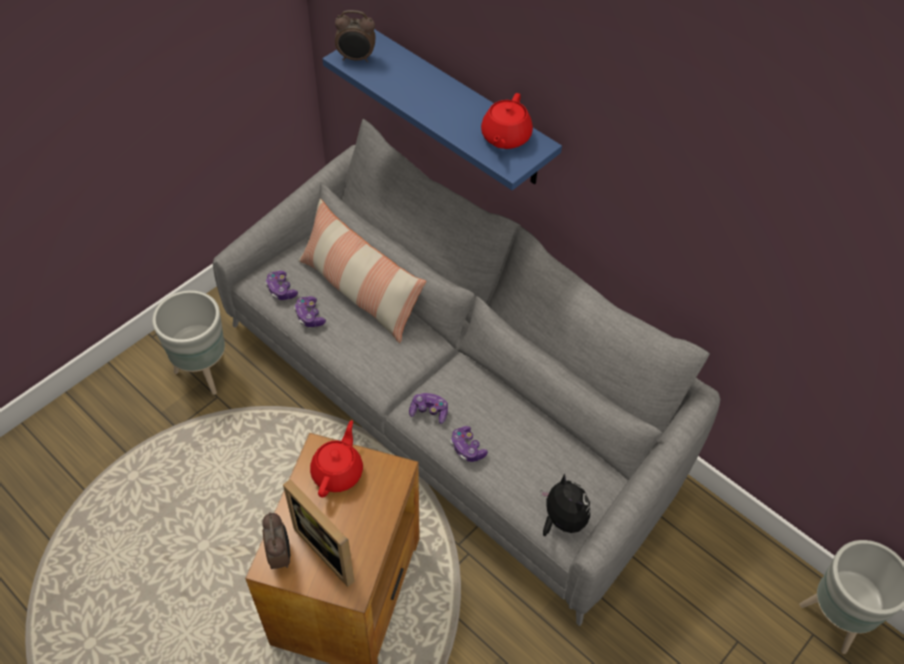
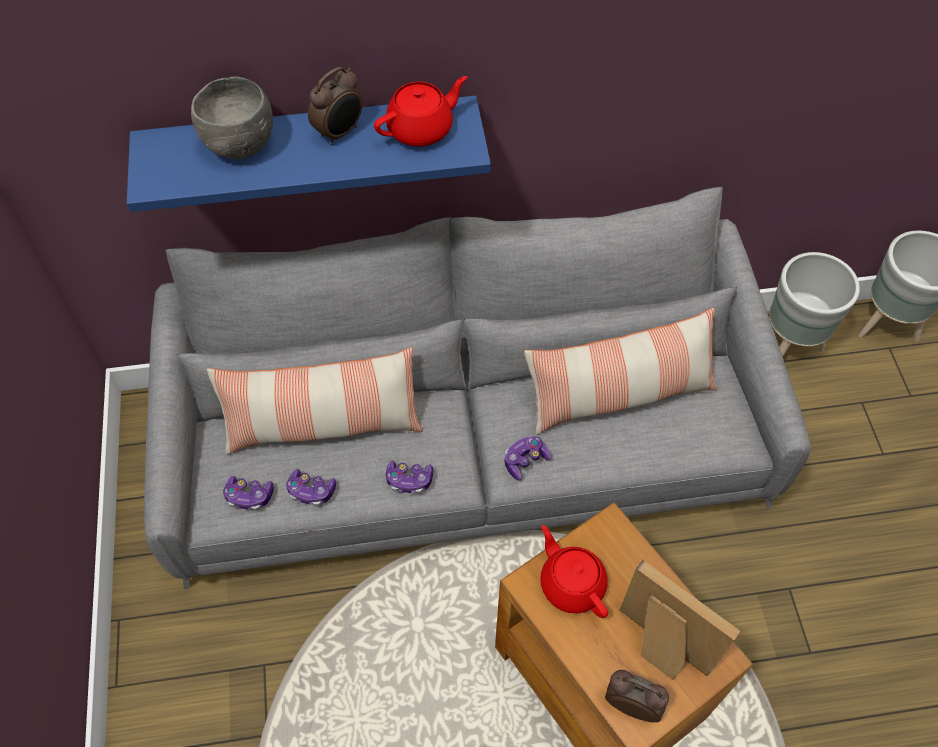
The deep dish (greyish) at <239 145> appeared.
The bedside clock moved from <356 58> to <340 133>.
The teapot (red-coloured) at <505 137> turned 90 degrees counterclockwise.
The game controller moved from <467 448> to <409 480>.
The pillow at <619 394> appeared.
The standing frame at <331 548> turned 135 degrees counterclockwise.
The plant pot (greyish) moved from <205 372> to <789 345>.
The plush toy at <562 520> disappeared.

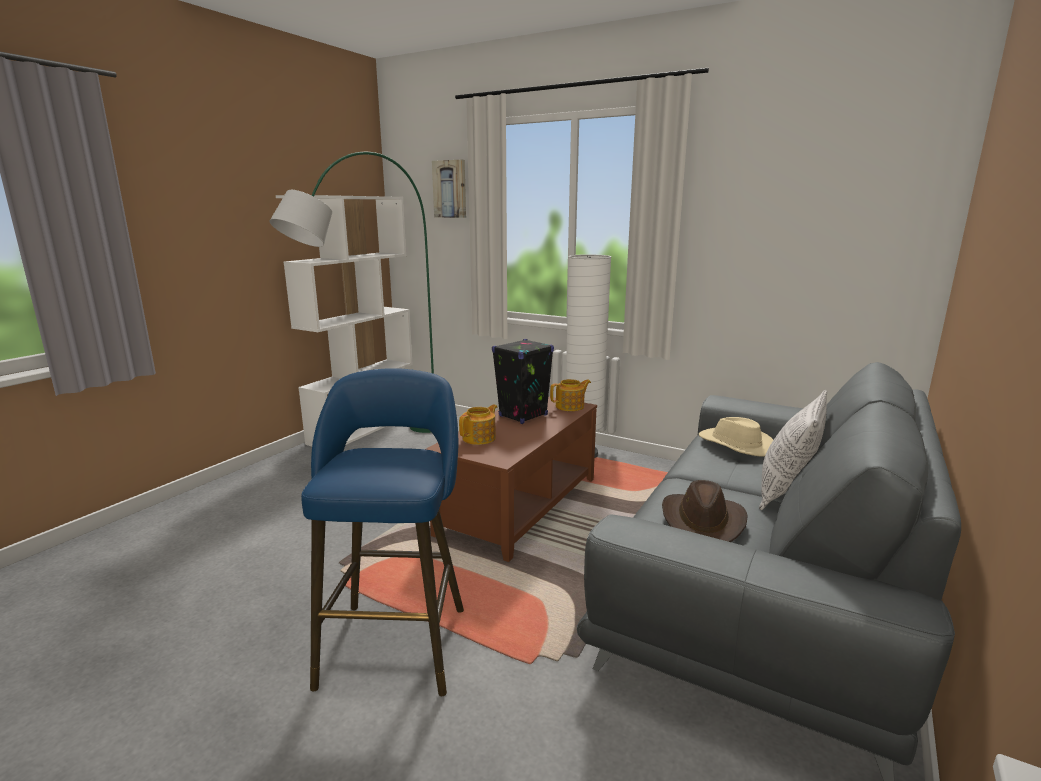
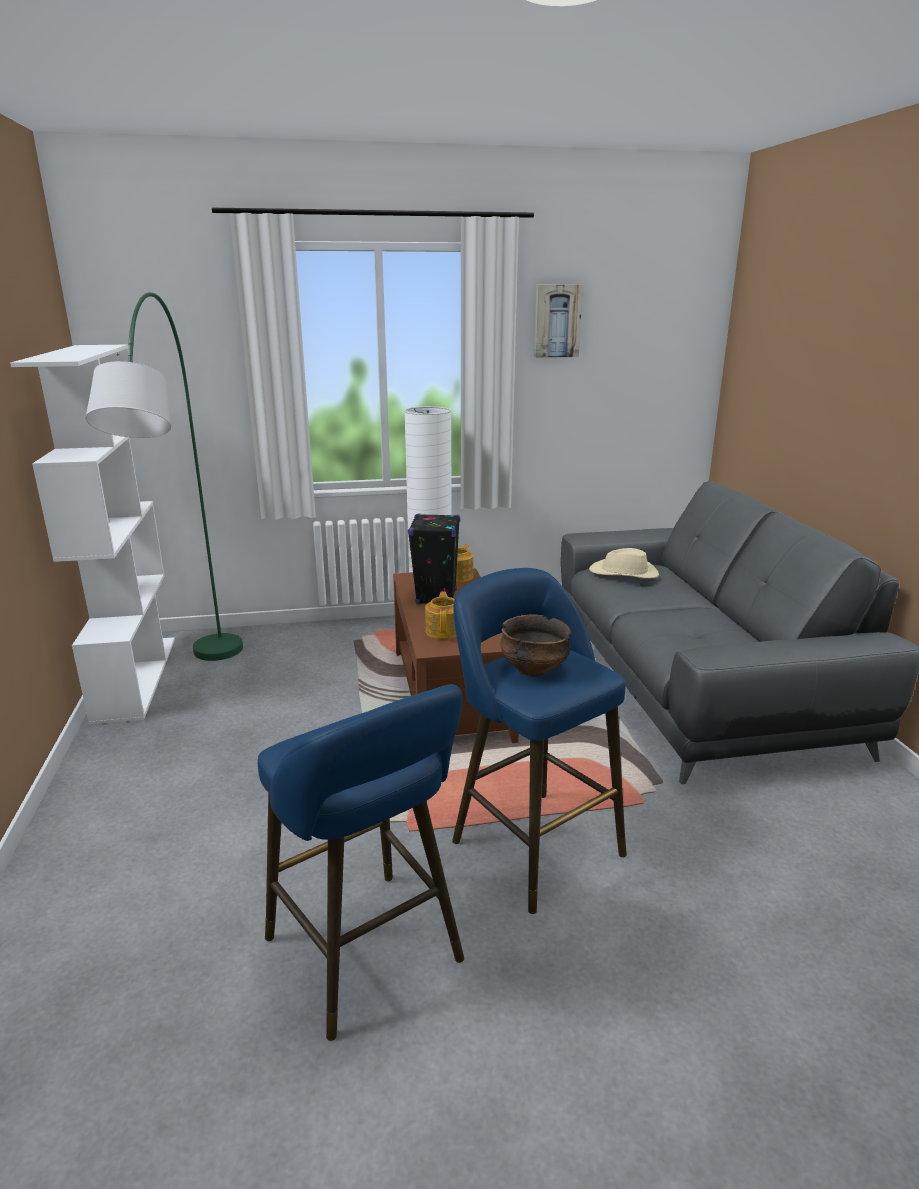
The stool (bluish) at <369 956> appeared.
The deep dish at <533 669> appeared.
The wall picture moved from <450 189> to <557 321>.
The clothing hat (brown-coloured) at <703 522> disappeared.
The pillow at <785 493> disappeared.

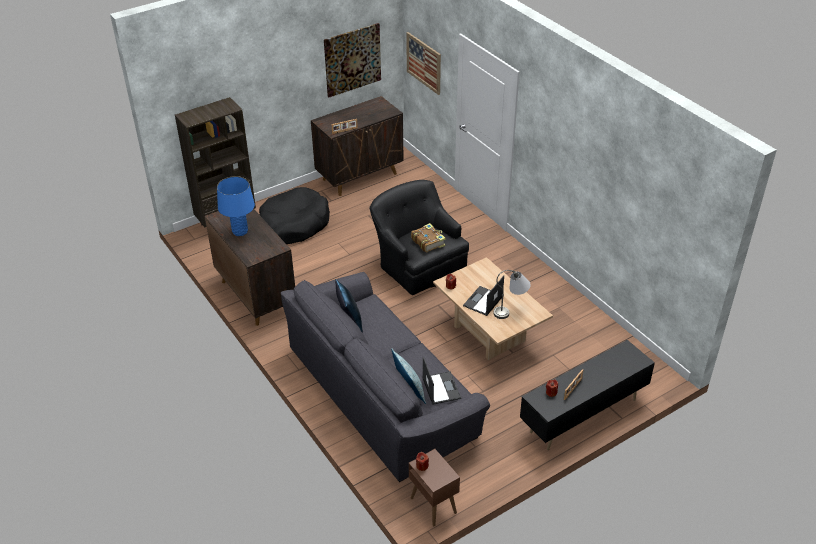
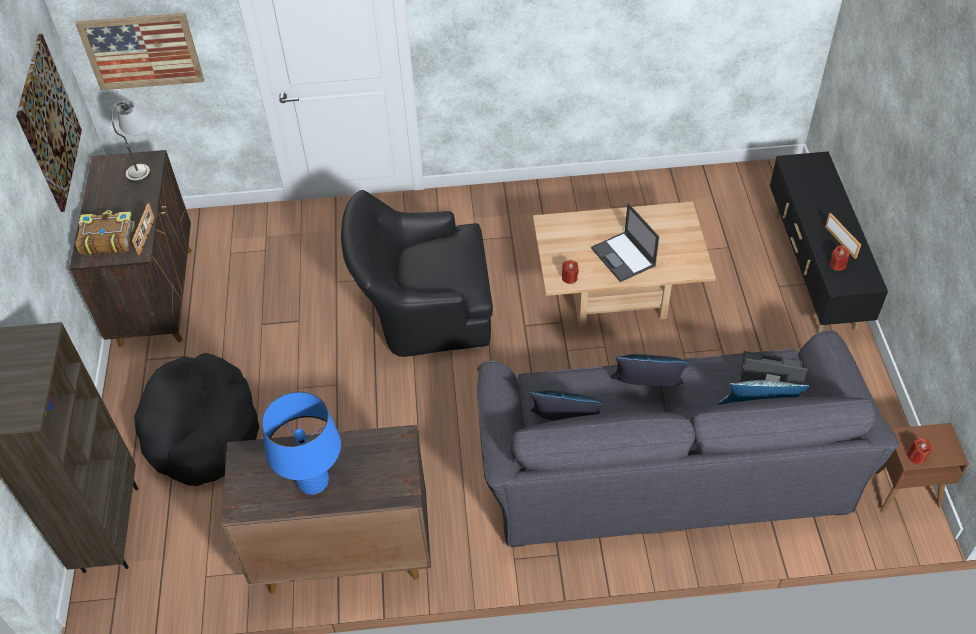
The bound book moved from <428 242> to <107 239>.
The tabletop lamp (greyish) moved from <511 311> to <144 163>.
The pillow (bluish) at <646 390> appeared.

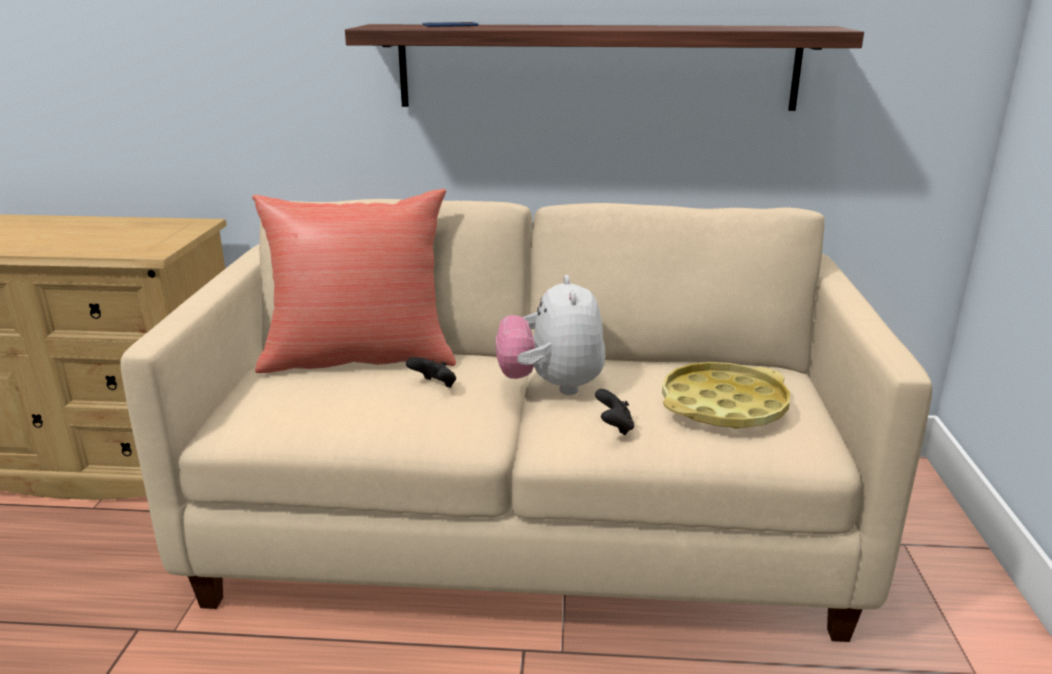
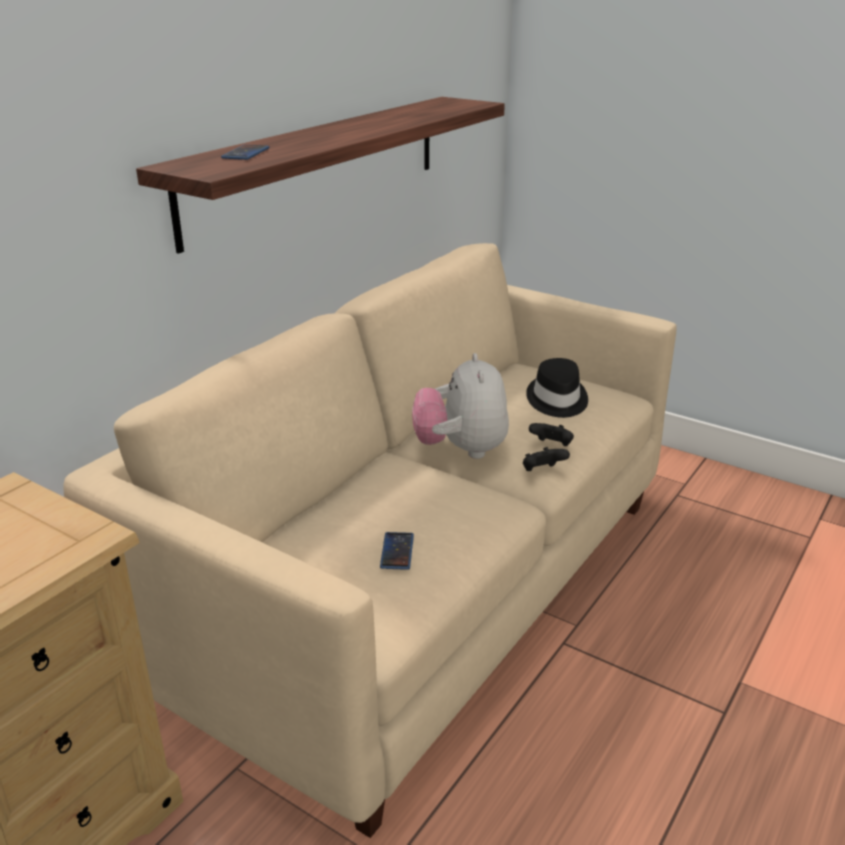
The telephone at <397 551> appeared.
The plush toy at <551 386> turned 60 degrees clockwise.
The game controller (blackish) moved from <434 386> to <542 471>.
The serving tray (yellow) at <723 405> was replaced by the clothing hat (blackish) at <556 400>.
The pillow (red-coloured) at <359 358> disappeared.

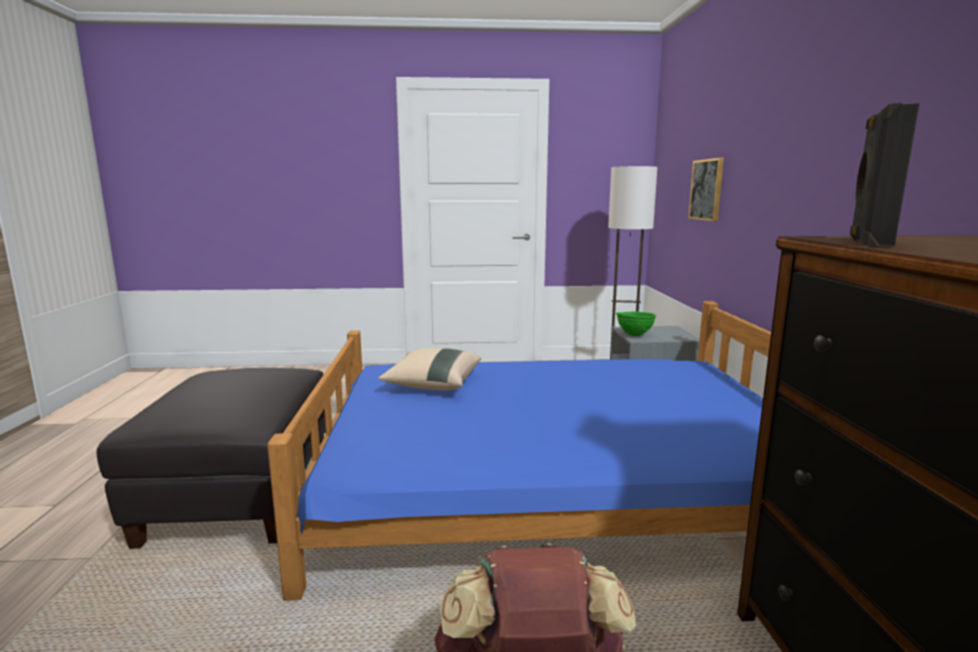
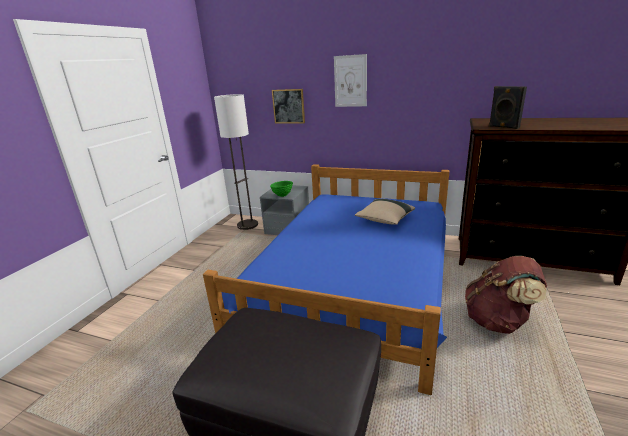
The wall picture at <350 81> appeared.
The pillow (beige) moved from <432 384> to <384 220>.

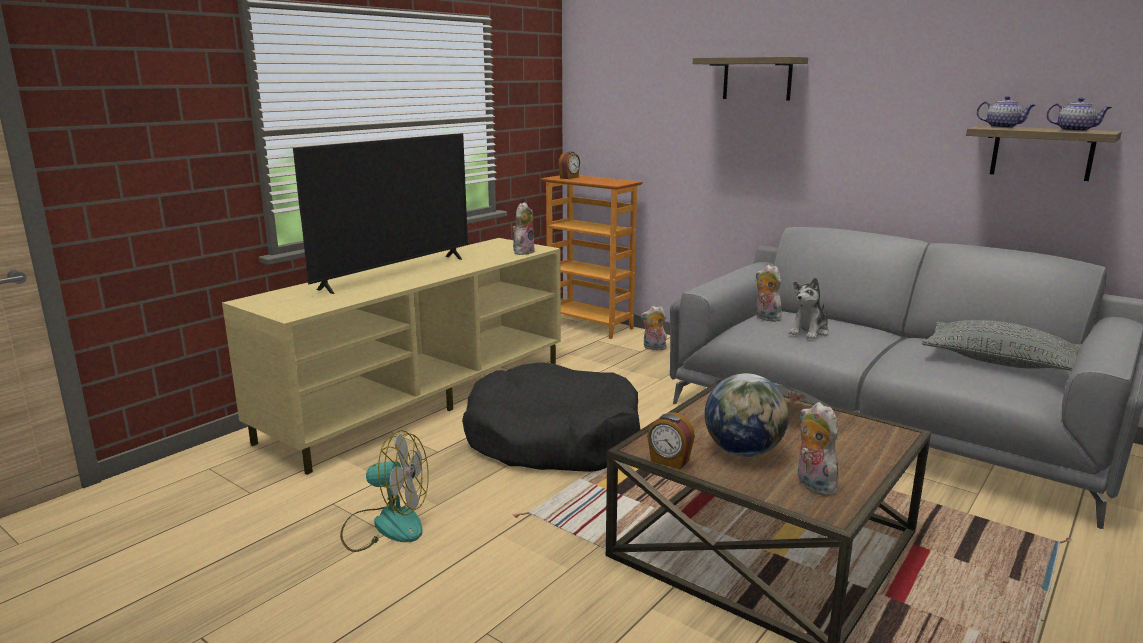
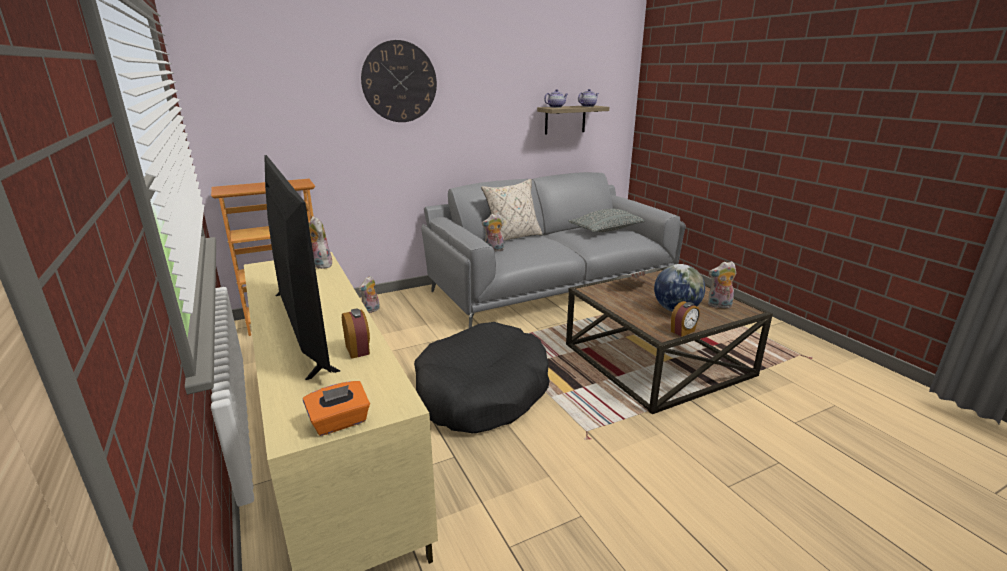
The box of tissues (orange) at <340 422> appeared.
The bedside clock moved from <569 177> to <358 350>.
The wall shelf at <757 78> was replaced by the clock on the wall at <399 82>.
The pillow (beige) at <512 237> appeared.
The fan at <386 525> disappeared.
The plush toy at <809 332> disappeared.

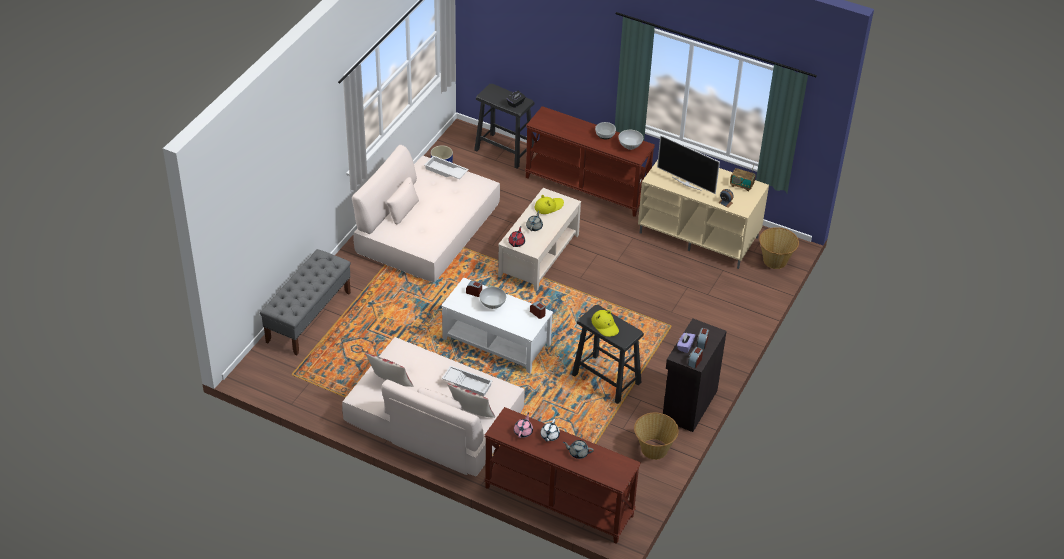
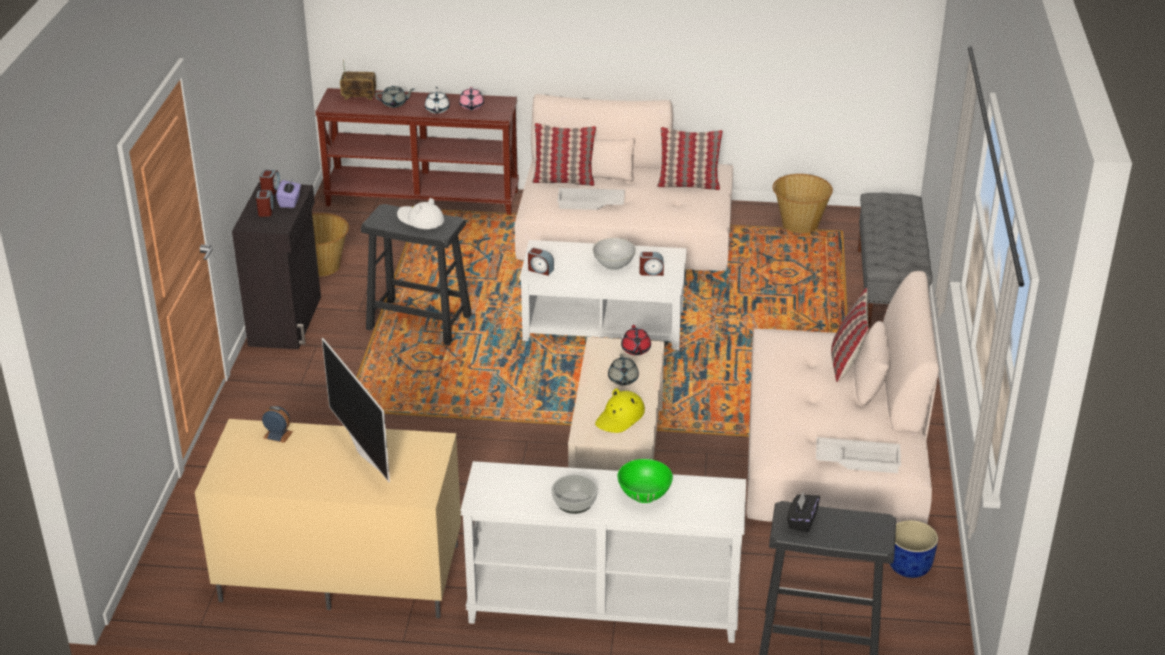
The TV at <687 183> turned 135 degrees counterclockwise.
The radio receiver moved from <741 186> to <359 96>.
The clothing hat (yellow) at <605 325> became the clothing hat (white) at <420 220>.
The console table (brown-coloured) at <587 187> became the console table (white) at <602 609>.
The deep dish (green) at <644 494> appeared.
The storage basket moved from <775 261> to <799 224>.
The pillow at <846 362> appeared.
The deep dish (white) at <630 145> disappeared.

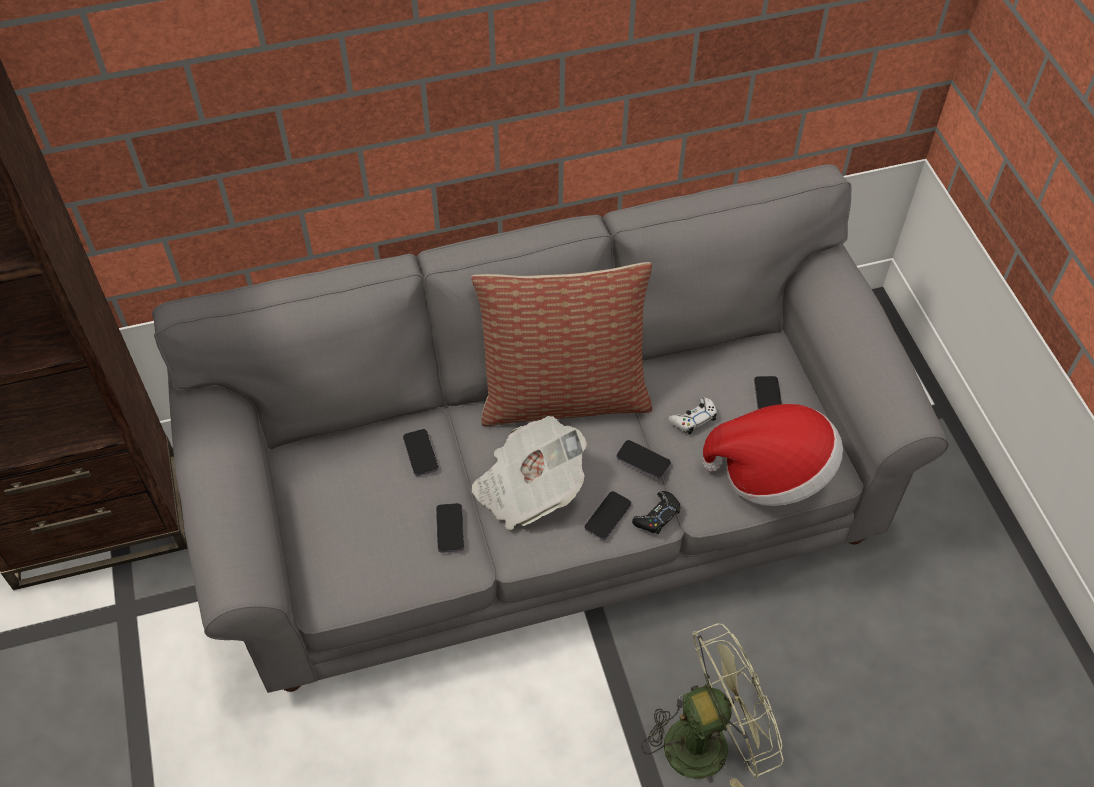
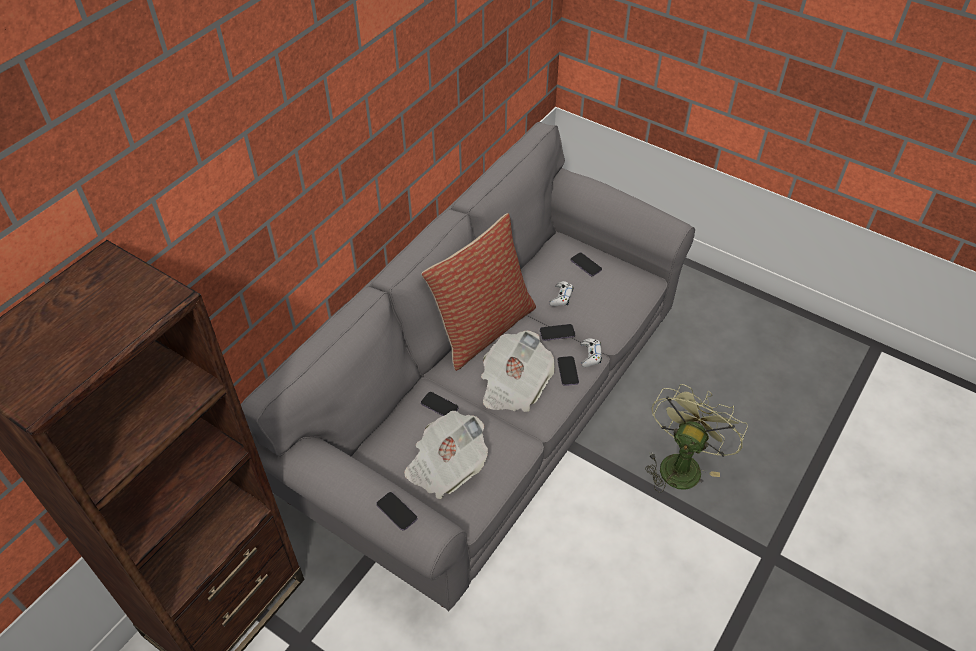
The telephone moved from <450 529> to <396 512>.
The daily paper at <445 466> appeared.
The game controller (blackish) at <657 516> became the game controller (white) at <590 355>.
The clothing hat at <771 472> disappeared.

